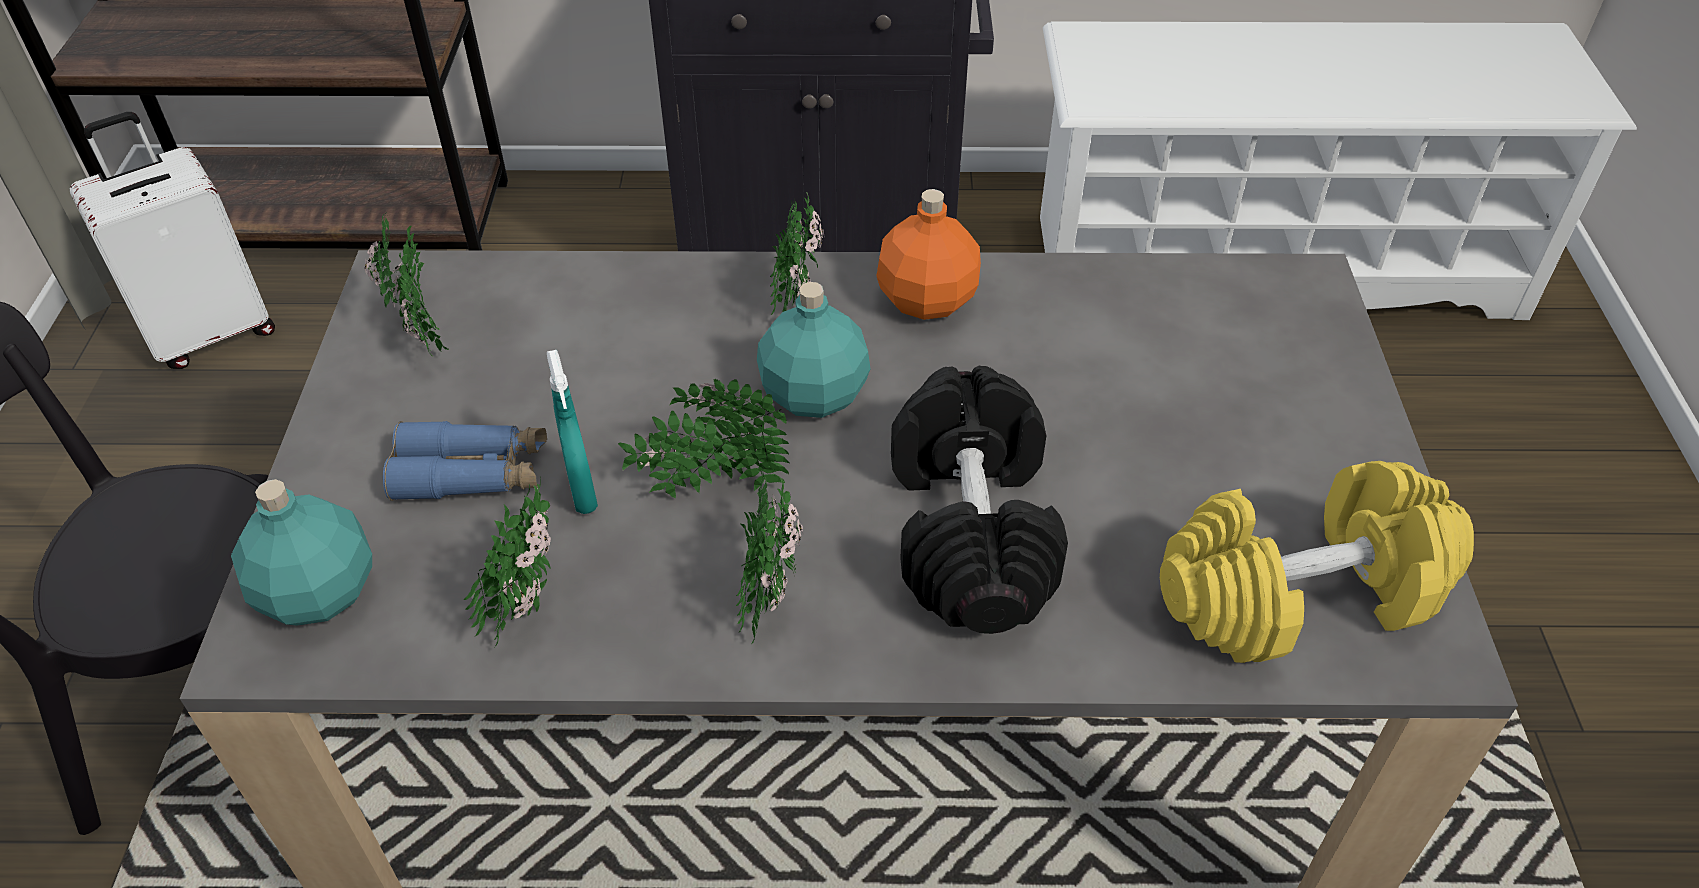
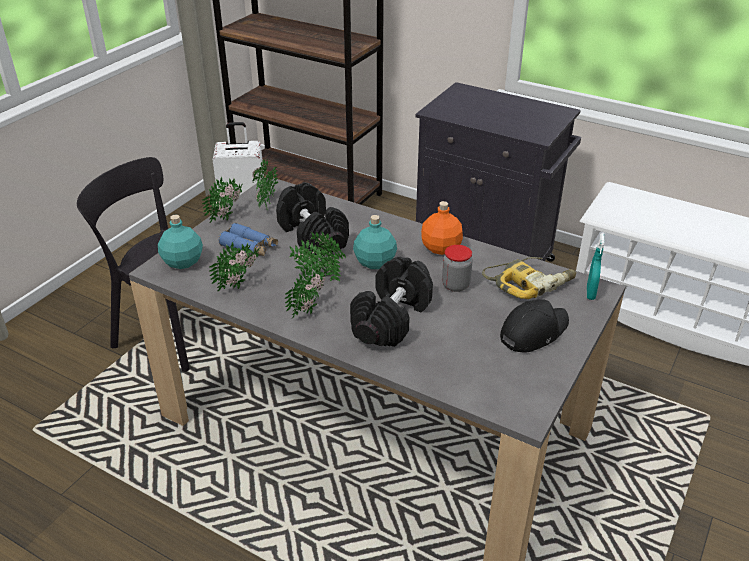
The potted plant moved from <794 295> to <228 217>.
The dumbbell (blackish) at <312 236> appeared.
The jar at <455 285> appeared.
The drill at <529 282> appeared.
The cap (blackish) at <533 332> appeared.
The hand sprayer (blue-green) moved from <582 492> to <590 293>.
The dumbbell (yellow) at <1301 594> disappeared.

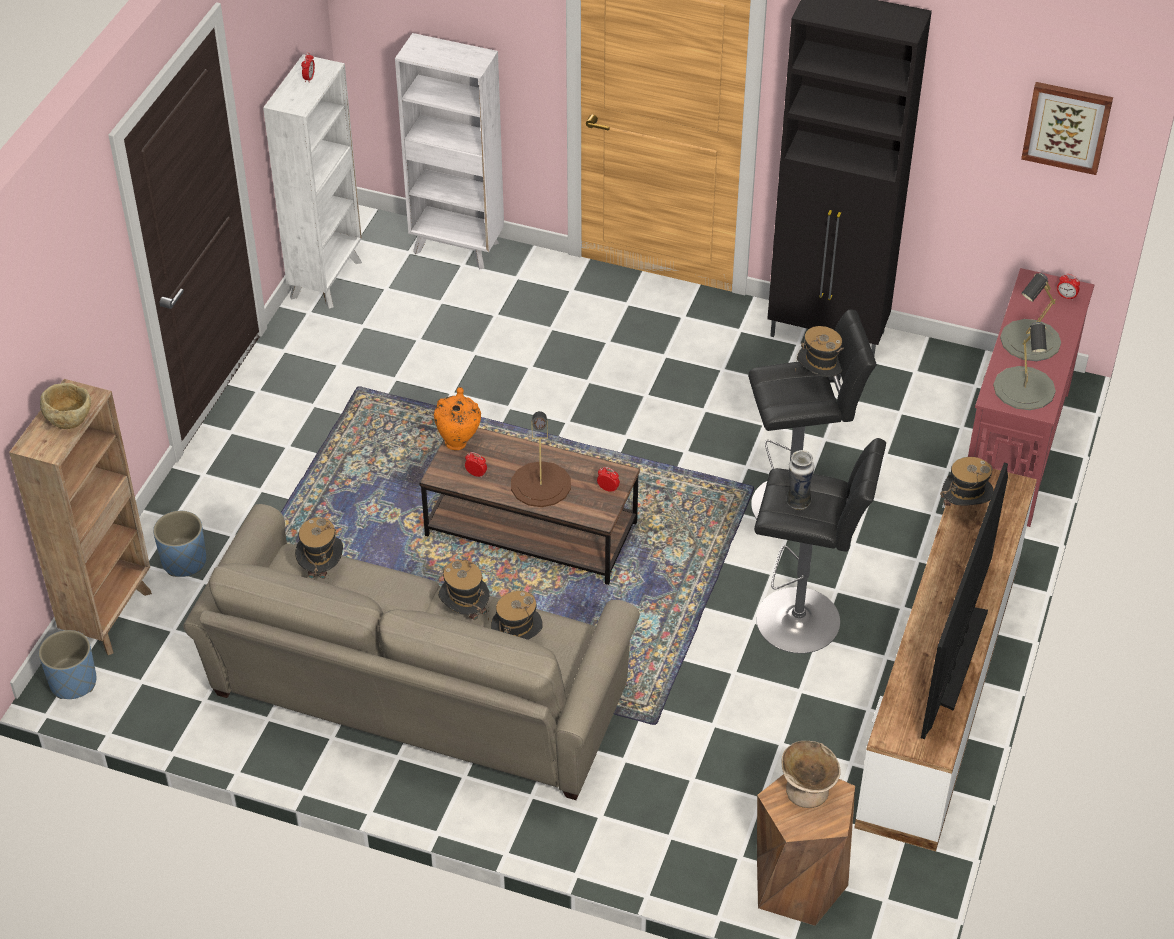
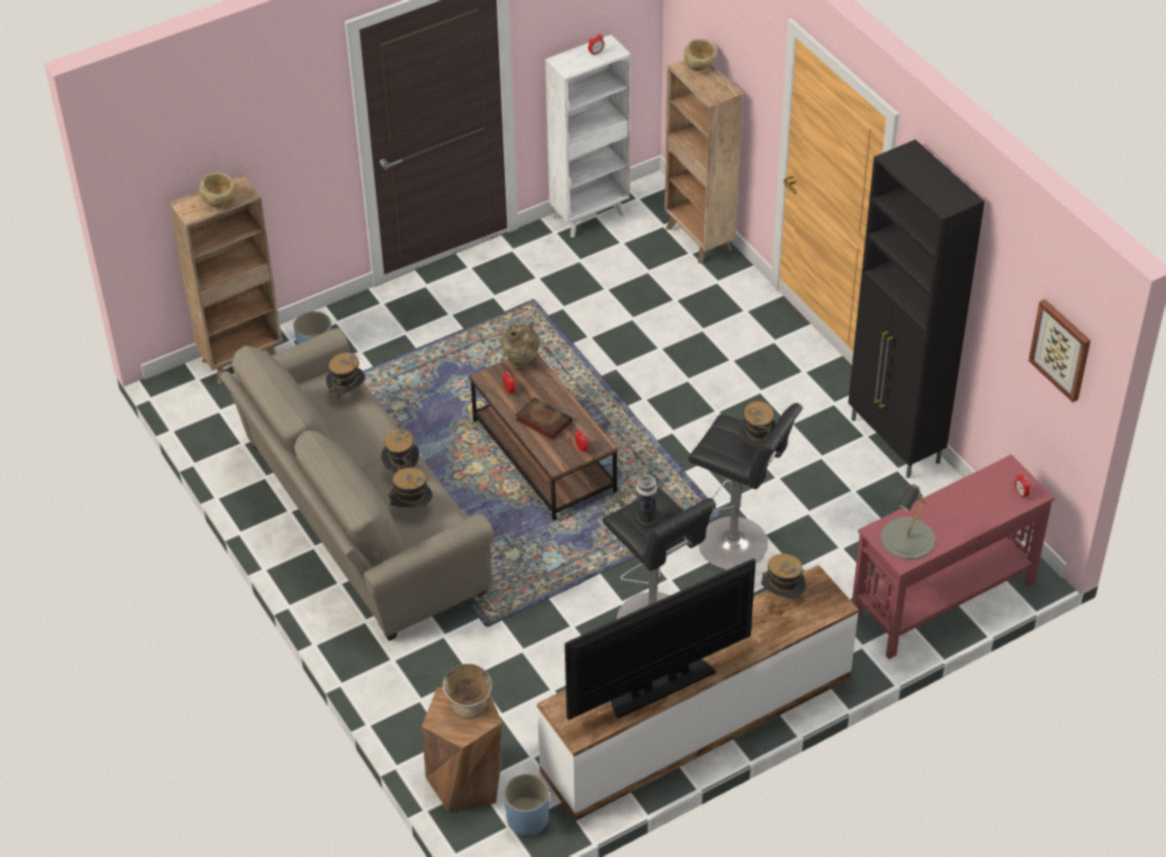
The vase (orange) at <458 442> became the vase (beige) at <521 363>.
The plant pot (bluish) moved from <73 682> to <527 819>.
The tabletop lamp (brown-coloured) at <540 484> was replaced by the bound book at <542 420>.
The bookcase (white) at <457 248> became the bookcase (brown-coloured) at <699 240>.
The deep dish (beige) at <700 67> appeared.
The tabletop lamp (greyish) at <1030 340> disappeared.

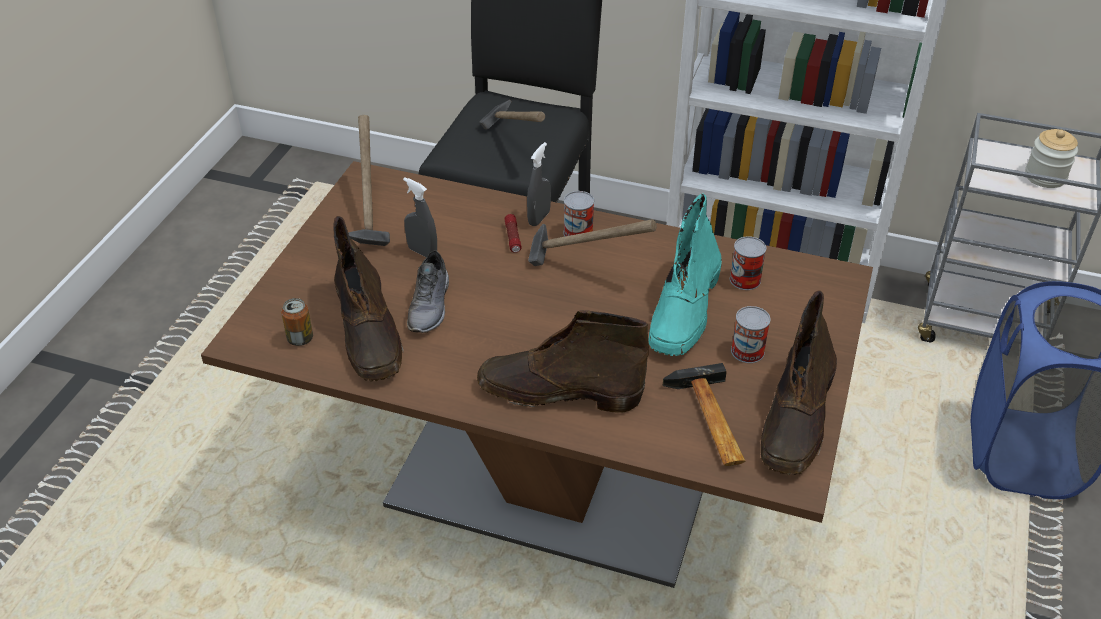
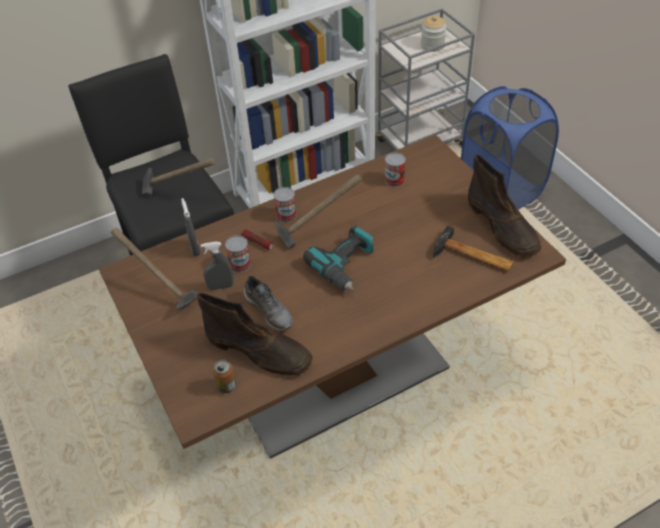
The hand sprayer (greyish) moved from <539 218> to <195 249>.
The metal can moved from <747 351> to <240 264>.
The drill at <346 265> appeared.
The high-top boot (brown-coloured) at <558 391> disappeared.
The high-top boot (blue-green) at <684 311> disappeared.

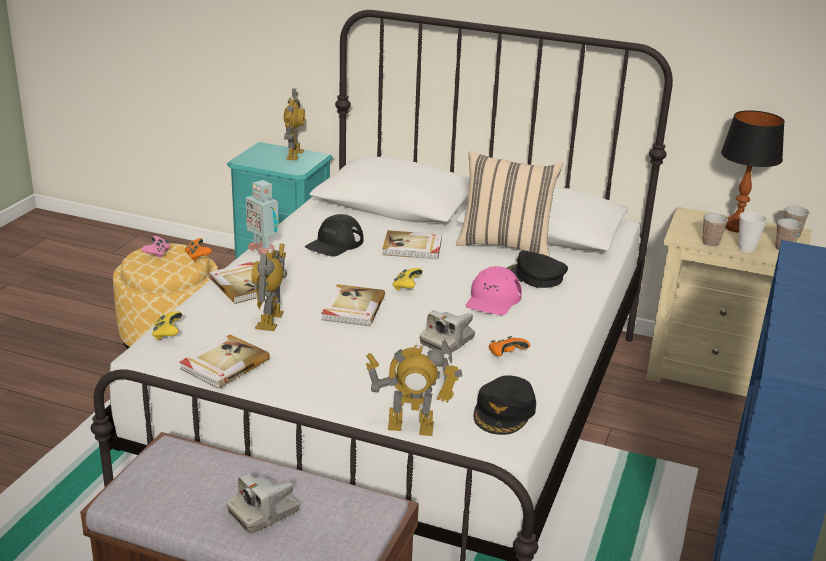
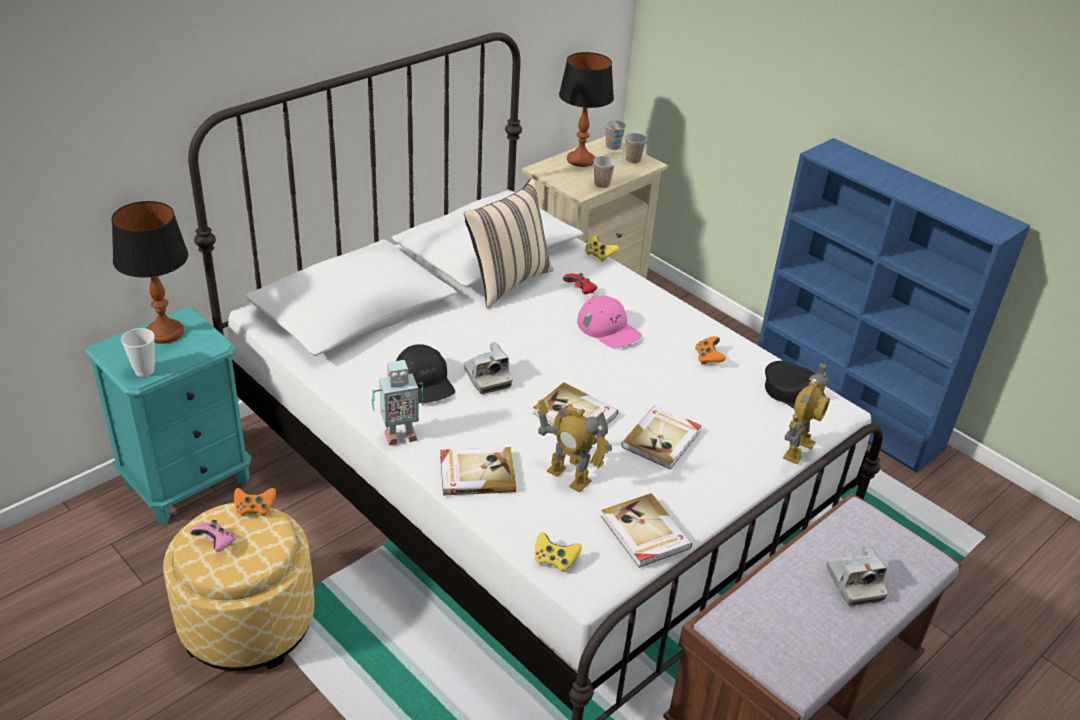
The robot figure at <294 155> was replaced by the tabletop lamp at <164 332>.
The small cup moved from <746 249> to <144 371>.
The photo camera moved from <447 341> to <487 378>.
The cap (blackish) at <534 277> was replaced by the game controller (red-coloured) at <580 291>.
The game controller (yellow) moved from <406 287> to <599 255>.
The bound book moved from <412 247> to <662 439>.

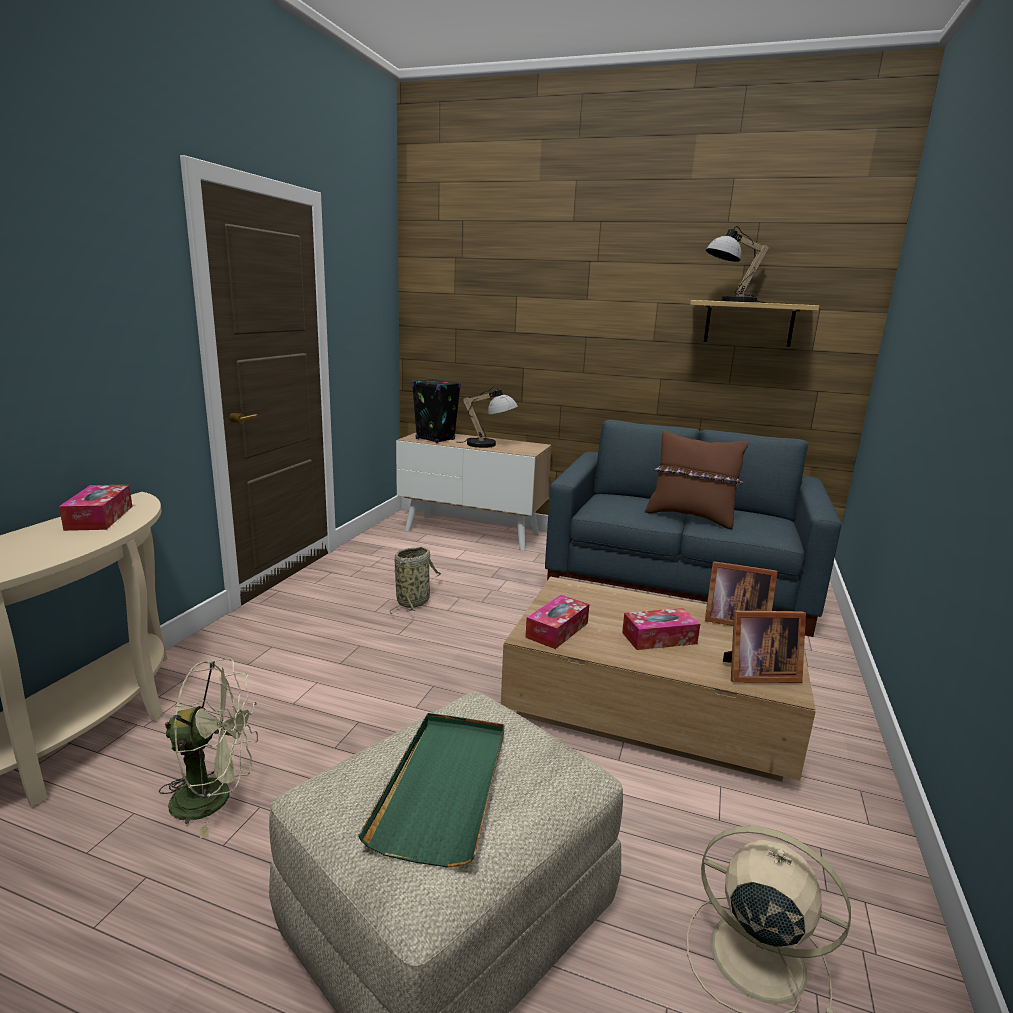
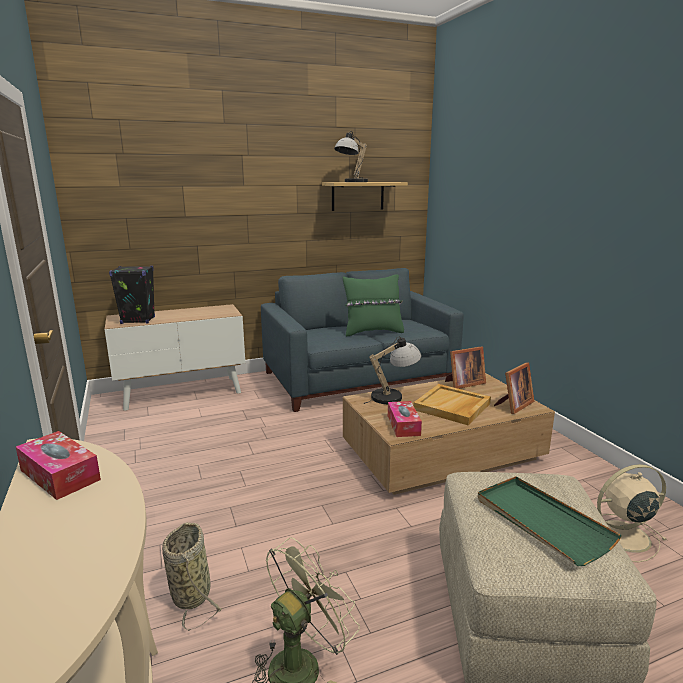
The storage basket moved from <414 601> to <191 593>.
The pillow (brown-coloured) at <691 517> became the pillow (green) at <373 332>.
The tabletop lamp moved from <489 445> to <393 396>.
The box of tissues at <659 638> was replaced by the serving tray (beige) at <452 407>.

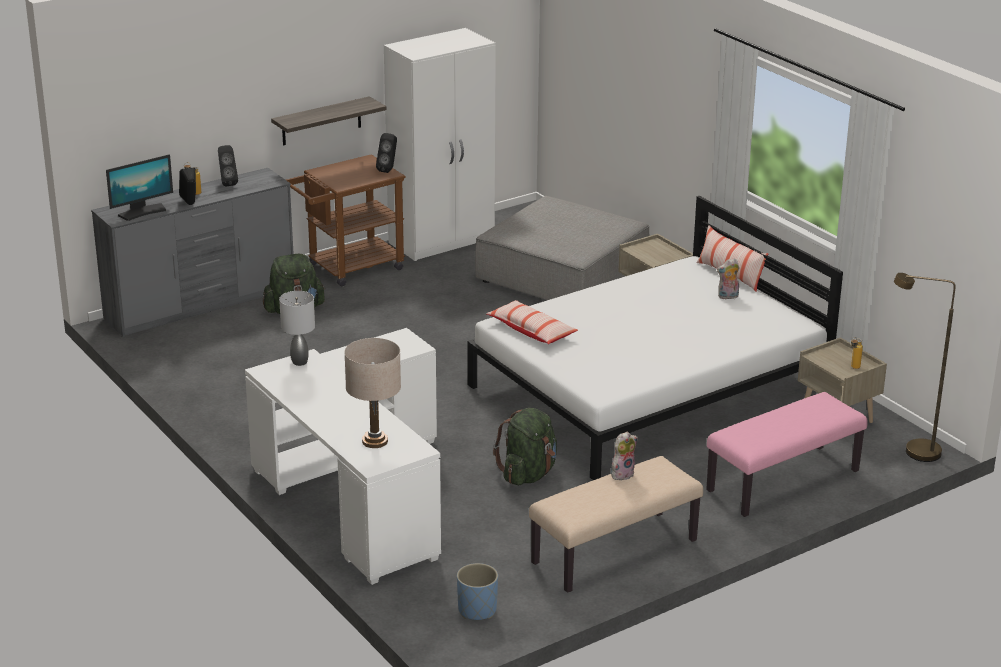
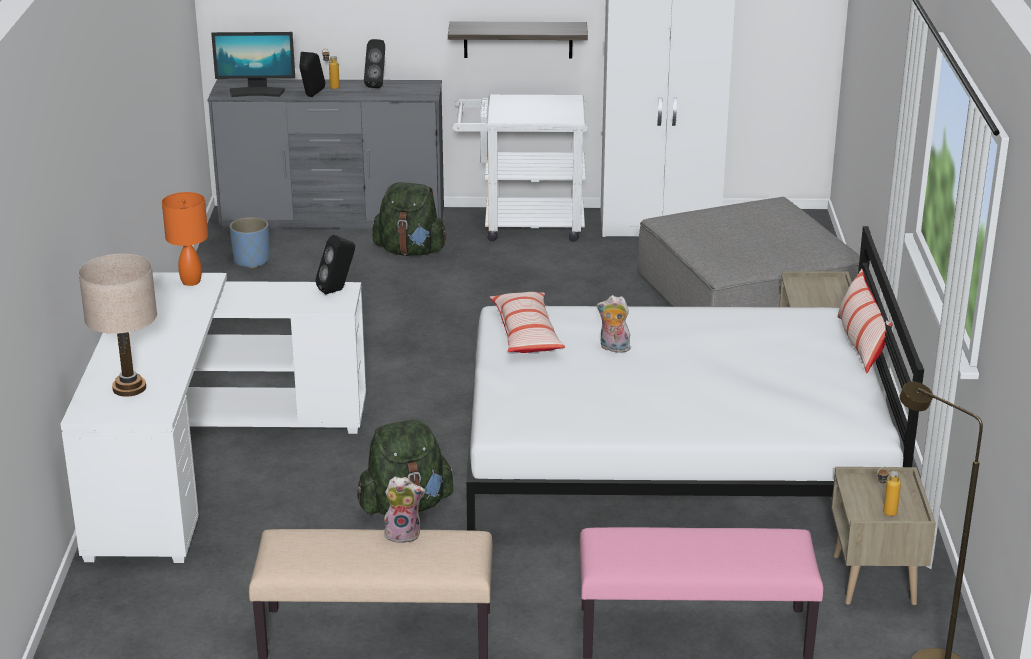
The tabletop lamp (greyish) at <299 362> became the tabletop lamp (orange) at <190 282>.
The plant pot (bluish) moved from <477 610> to <251 261>.
The loudspeaker (blackish) moved from <388 170> to <337 290>.
The wheeled cart (brown-coloured) at <348 268> became the wheeled cart (white) at <522 225>.
The plush toy moved from <728 297> to <613 348>.

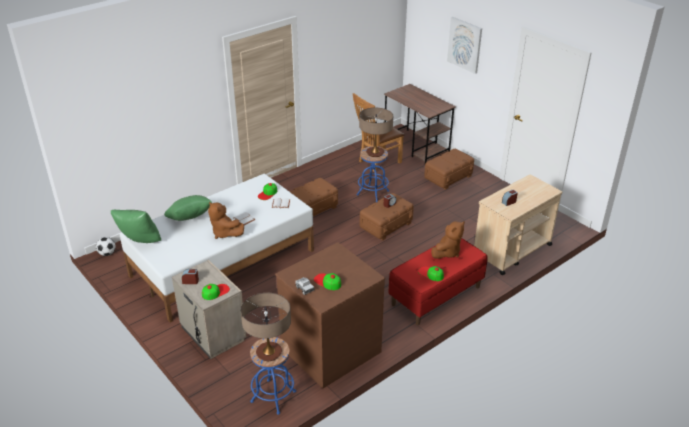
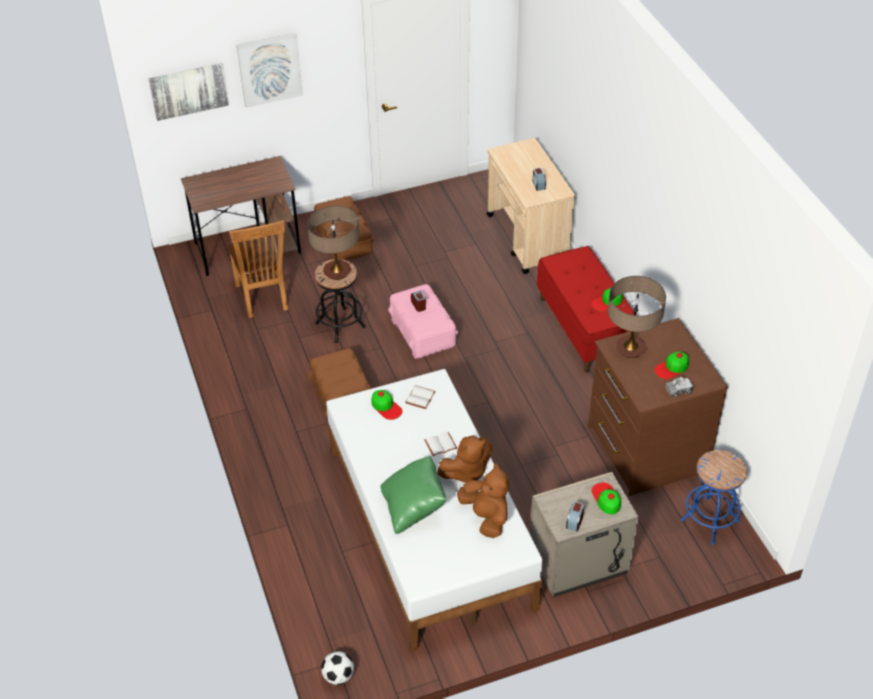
The wall picture at <188 90> appeared.
The stool (bluish) at <372 193> became the stool (blackish) at <340 325>.
The storage bin (brown-coloured) at <386 225> became the storage bin (pink) at <422 333>.
The plush toy (brown-coloured) moved from <447 252> to <486 517>.
The tabletop lamp moved from <269 353> to <630 348>.
The pillow (green) at <139 243> disappeared.

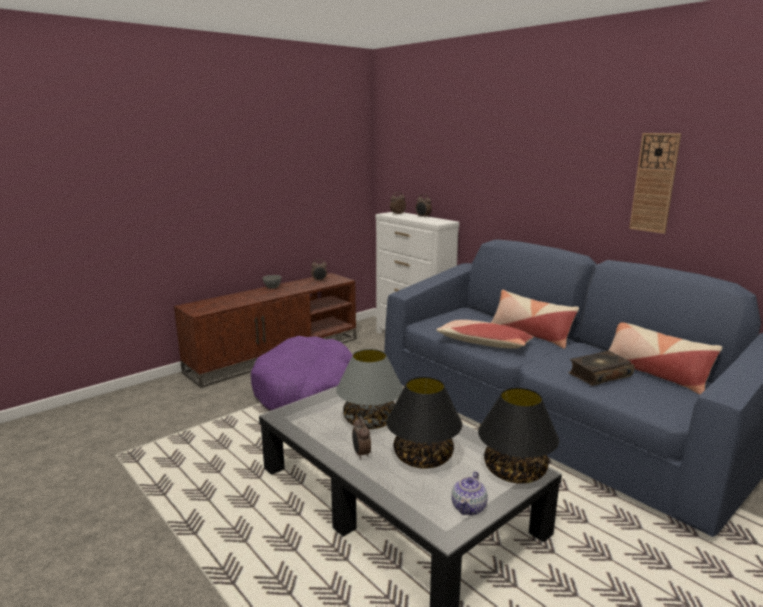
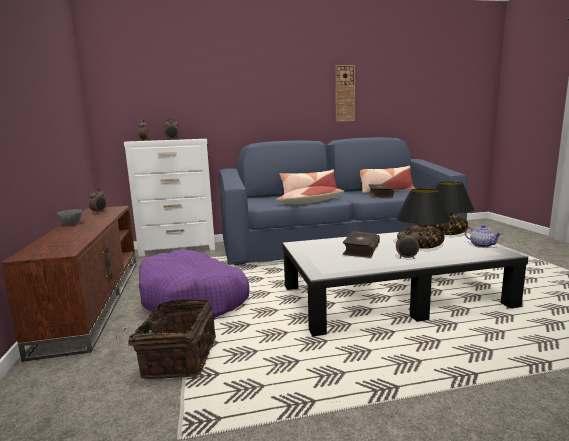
The storage basket at <178 357> appeared.
The tabletop lamp (greyish) at <370 421> was replaced by the bound book at <360 250>.

